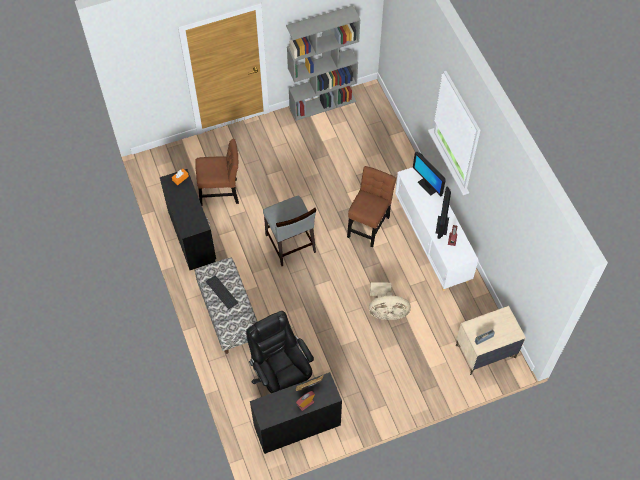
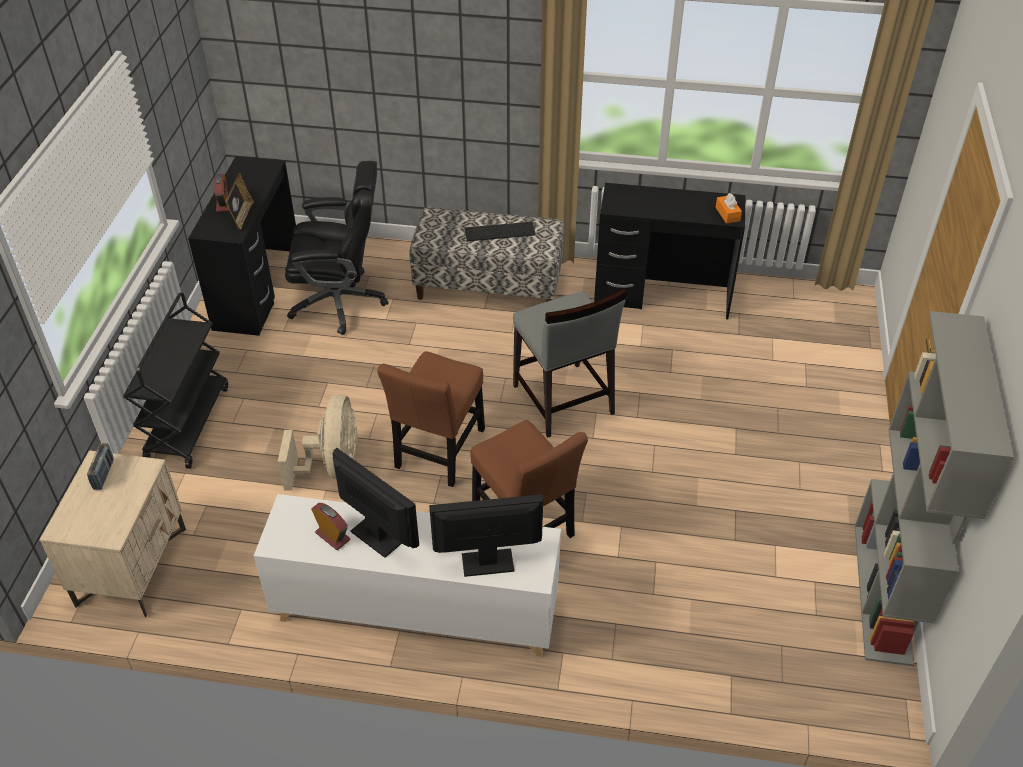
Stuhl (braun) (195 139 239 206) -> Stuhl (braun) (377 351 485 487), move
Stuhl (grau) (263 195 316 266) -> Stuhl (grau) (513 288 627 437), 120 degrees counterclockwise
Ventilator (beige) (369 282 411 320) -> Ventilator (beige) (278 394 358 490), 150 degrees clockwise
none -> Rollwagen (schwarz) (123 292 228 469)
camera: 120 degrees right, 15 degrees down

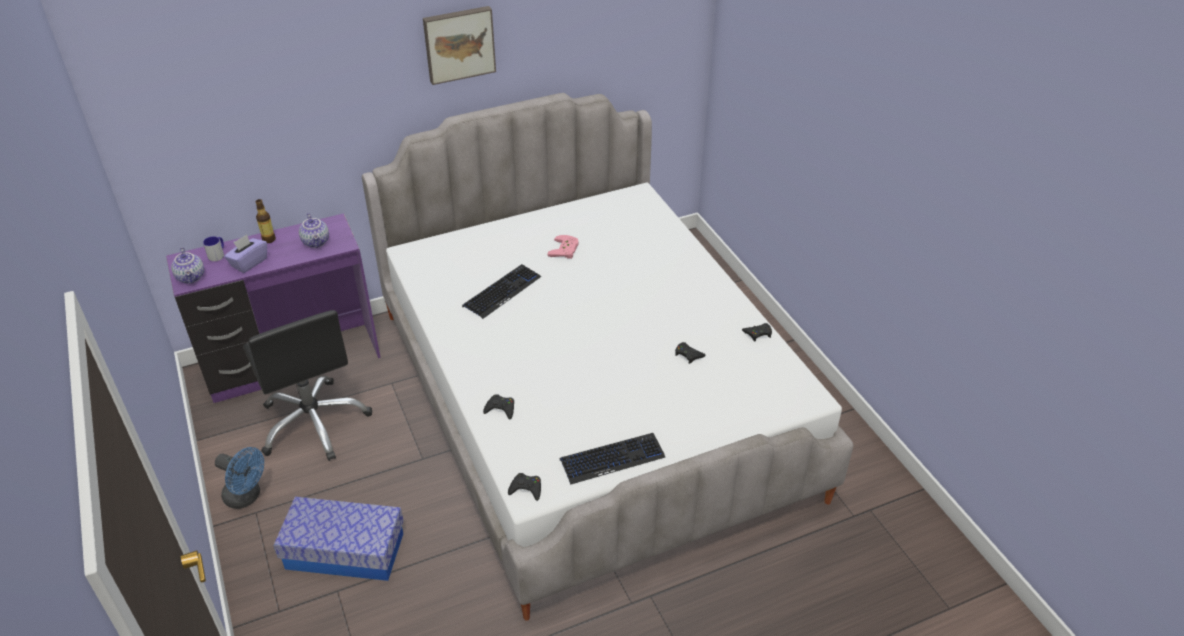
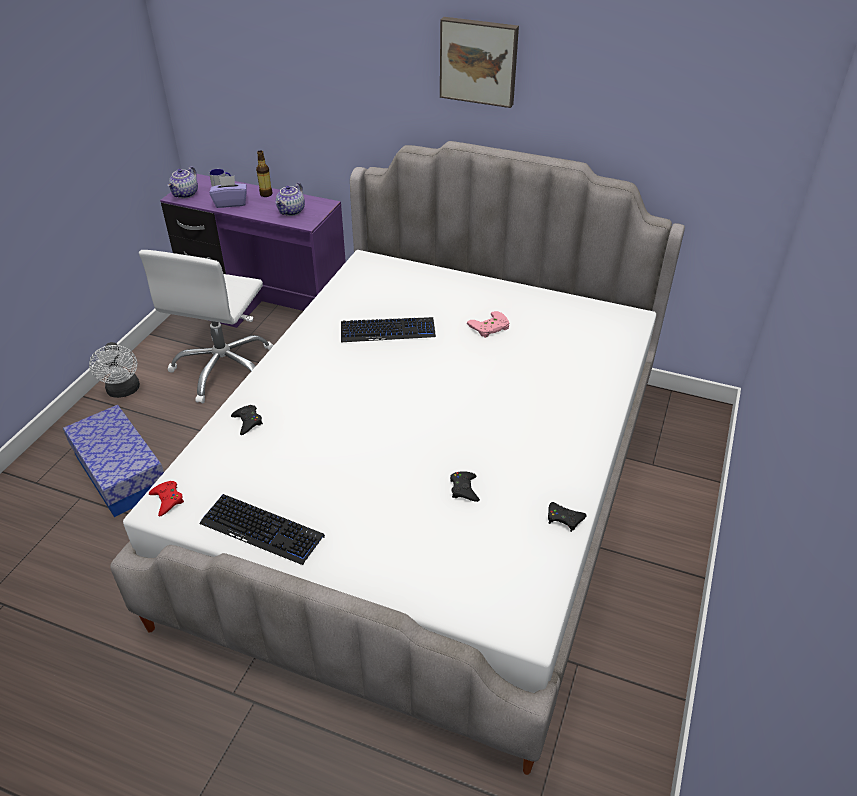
Bürostuhl (schwarz) (243 310 372 461) -> Bürostuhl (weiß) (139 250 274 403)
Ventilator (blau) (215 447 264 509) -> Ventilator (weiß) (89 342 140 398)
Gamepad (schwarz) (508 473 541 501) -> Gamepad (rot) (149 481 184 516)
camera: 45 degrees right, 0 degrees up

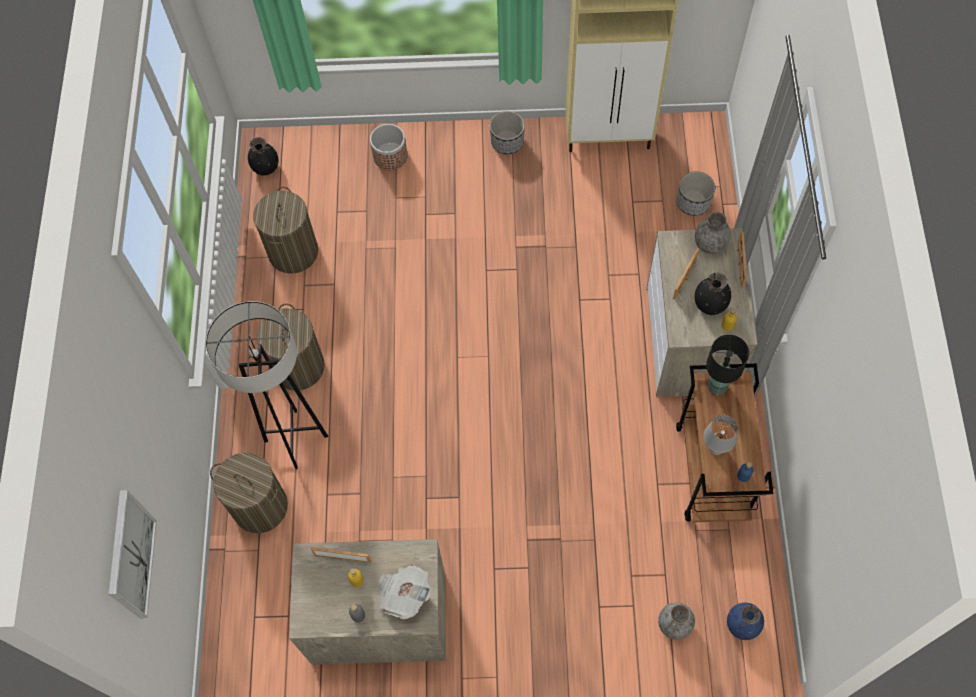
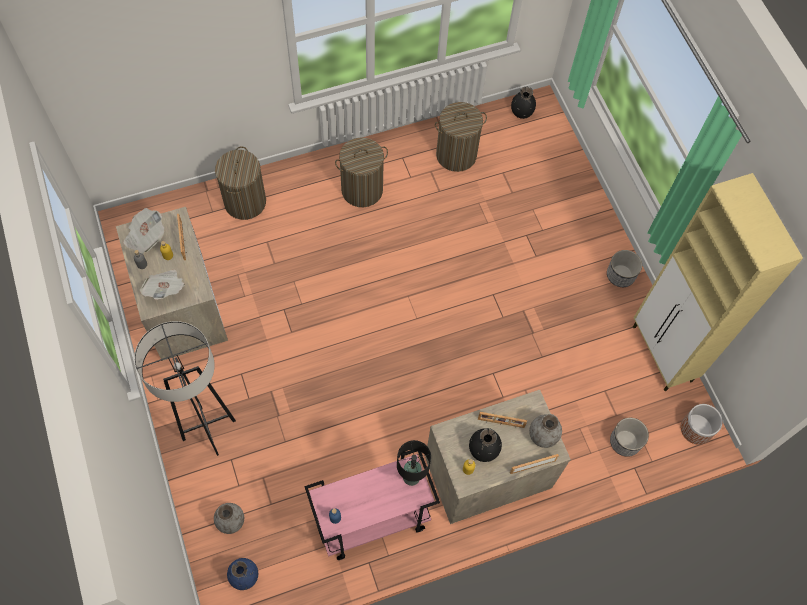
Pflanzkübel (370 124 408 170) -> Pflanzkübel (681 404 722 445), move
Stehlampe (grau) (206 301 328 469) -> Stehlampe (grau) (134 321 236 456), move
Rollwagen (braun) (676 364 773 522) -> Rollwagen (rosa) (304 450 440 560)
Tischlampe (grau) (703 415 738 455) -> none
Bild (108 490 157 618) -> none
none -> Zeitung (123 208 164 254)
camera: 65 degrees right, 0 degrees up

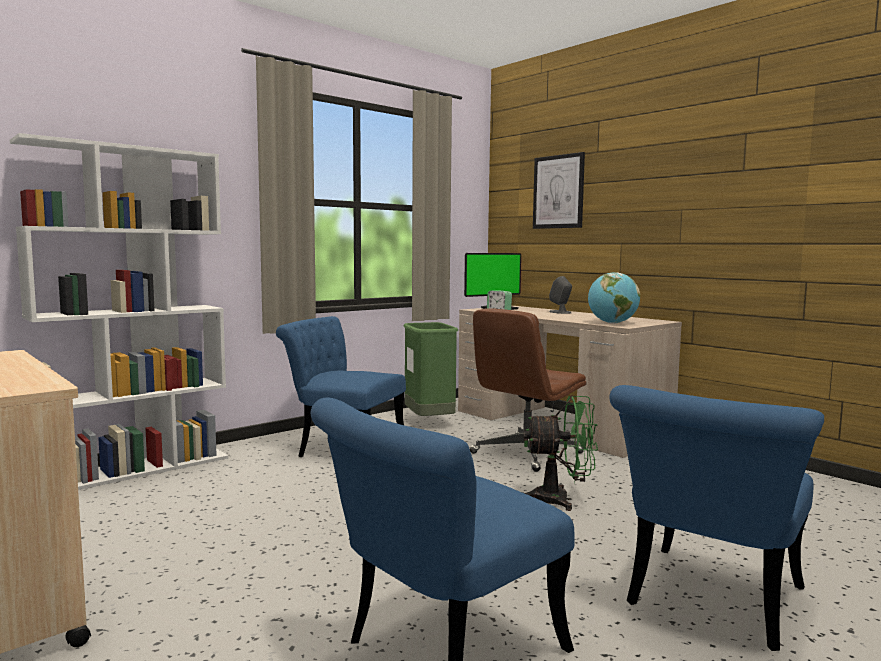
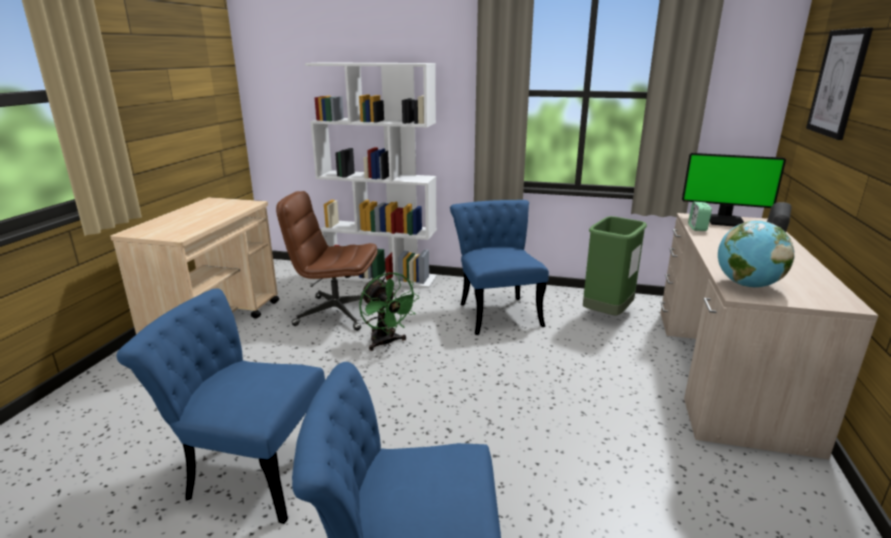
Bürostuhl (braun) (469 308 587 472) -> Bürostuhl (braun) (276 191 378 331), move
Ventilator (grün) (522 396 598 511) -> Ventilator (grün) (359 272 419 351), move
camera: 55 degrees right, 15 degrees up

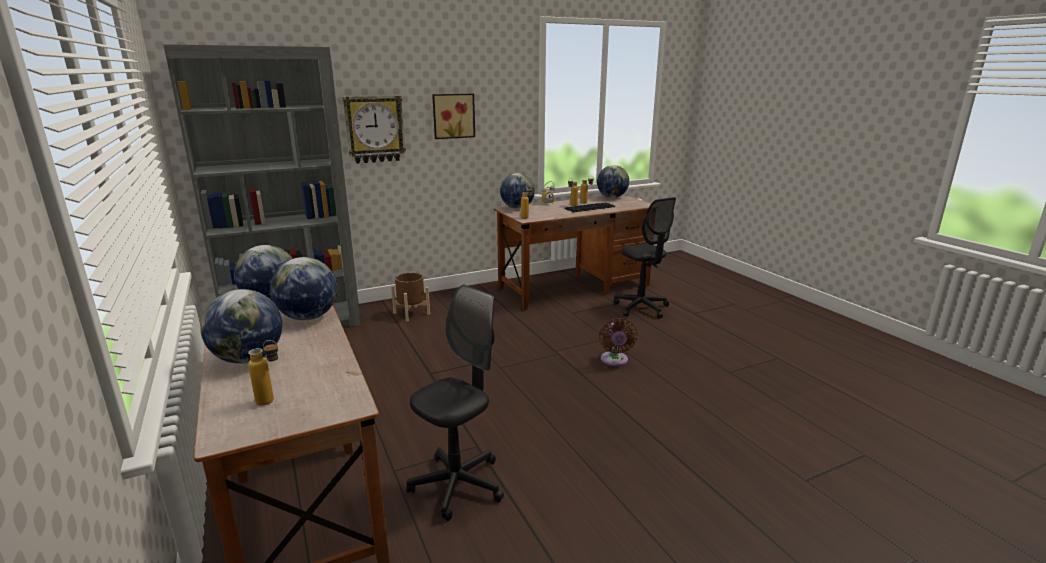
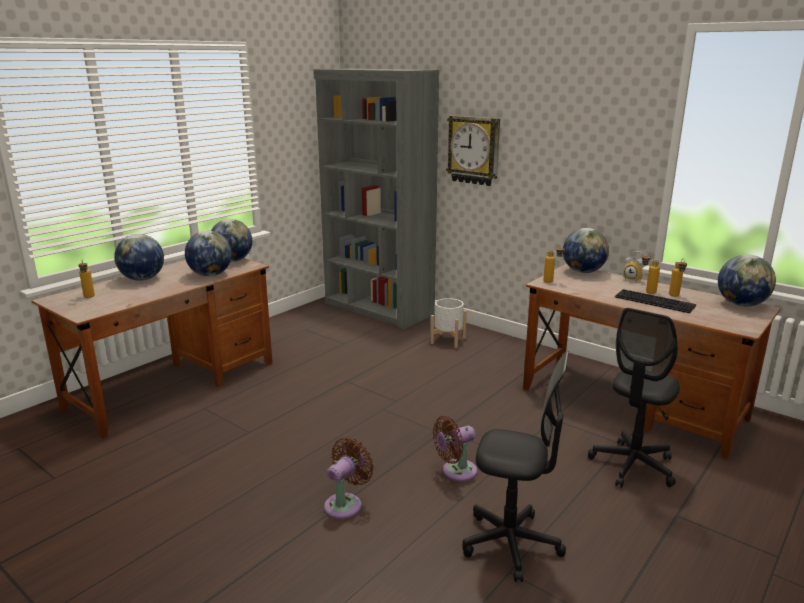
Bild (432 94 475 139) -> none
Pflanzkübel (braun) (391 273 430 322) -> Pflanzkübel (weiß) (430 298 467 348)
Bürostuhl (schwarz) (406 285 504 521) -> Bürostuhl (schwarz) (463 351 569 582), move
none -> Ventilator (braun) (324 437 374 519)
camera: 65 degrees right, 0 degrees up

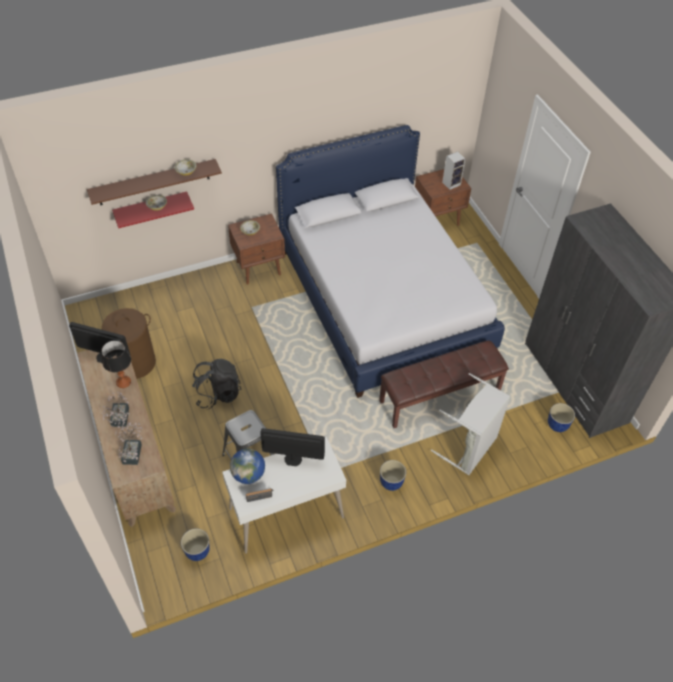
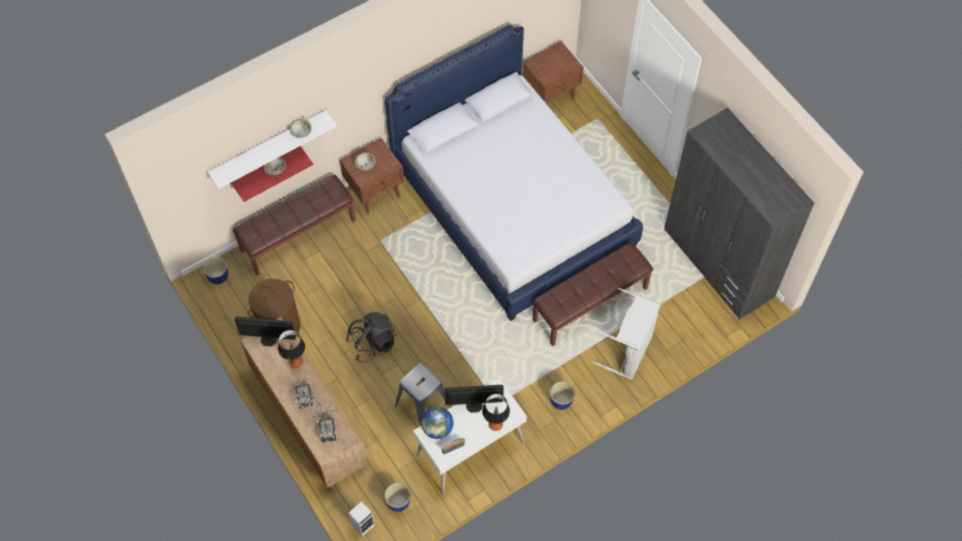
Lautsprecher (442 151 466 190) -> Lautsprecher (348 501 375 537), move
Wandregal (braun) (87 159 222 205) -> Wandregal (weiß) (207 110 337 189)
Pflanzkübel (548 403 575 432) -> Pflanzkübel (203 257 228 284), move
none -> Bank (braun) (233 175 356 276)
none -> Tischlampe (482 394 510 431)
camera: 10 degrees left, 10 degrees up

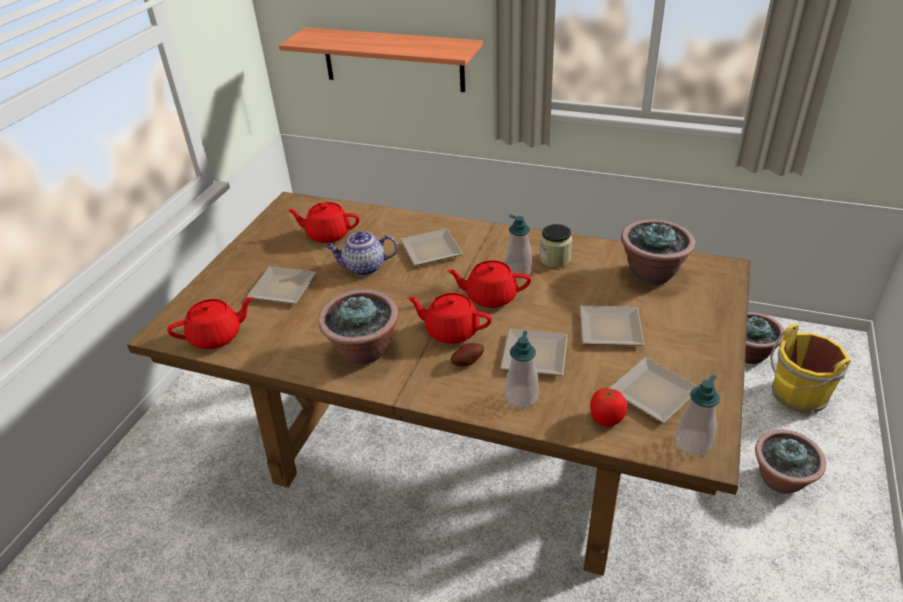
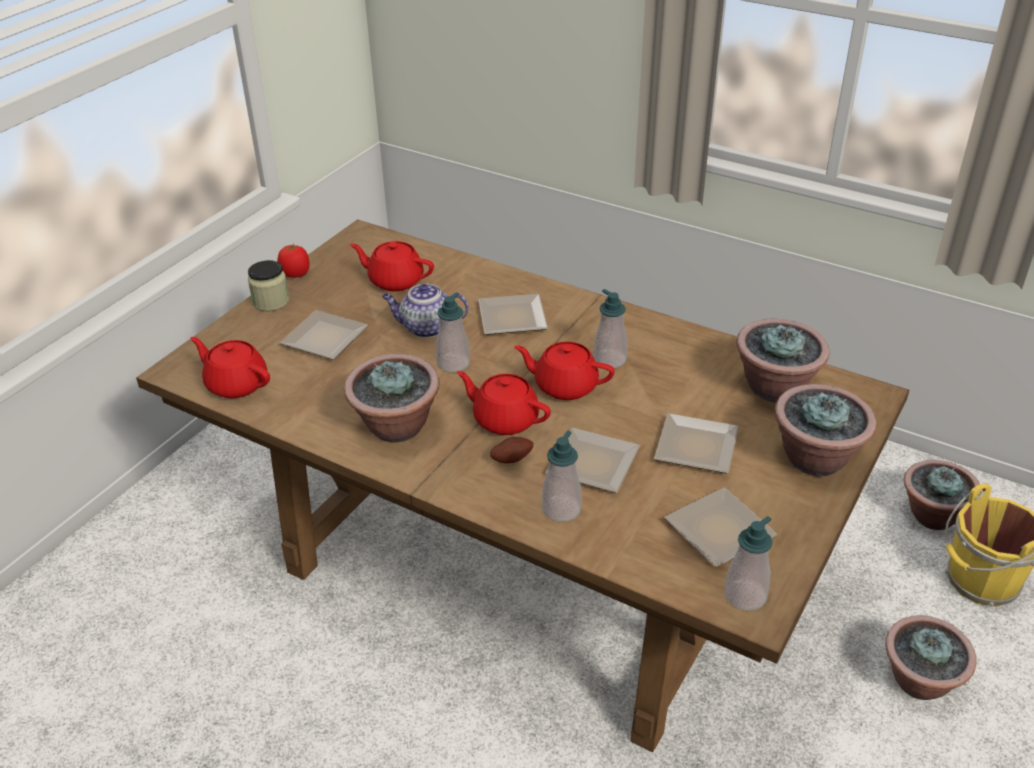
Wandregal (279 27 483 92) -> none
Vorratsglas (540 224 572 268) -> Vorratsglas (248 260 289 311), move
Teekanne (rot) (167 297 254 349) -> Teekanne (rot) (190 337 270 398), 135 degrees counterclockwise
Tomate (590 387 627 426) -> Tomate (277 244 309 278), move
none -> Seifenspender (436 292 470 373)
none -> Topfpflanze (775 384 876 477)
camera: 10 degrees right, 0 degrees up

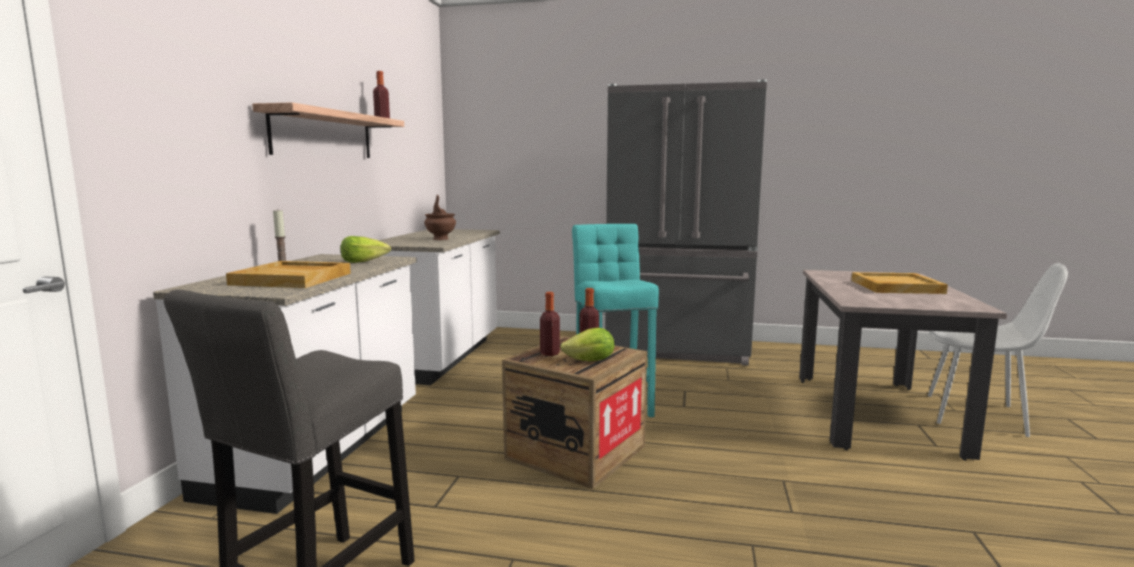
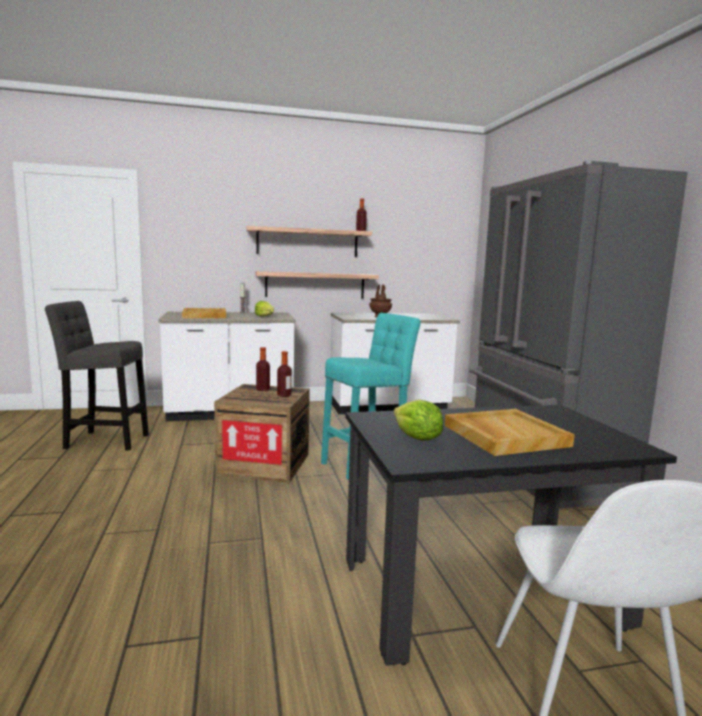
Esstisch (beige) (799 270 1007 461) -> Esstisch (schwarz) (345 405 677 666)
Salatkopf (560 328 614 361) -> Salatkopf (394 399 443 441), move
none -> Wandregal (256 271 379 299)
camera: 65 degrees right, 0 degrees up

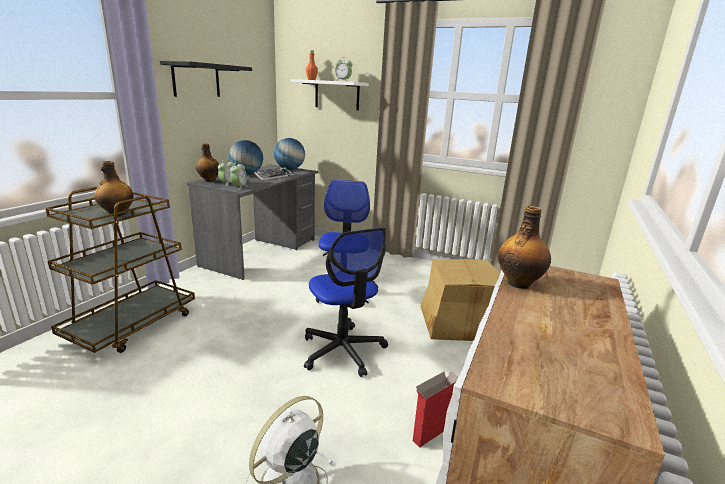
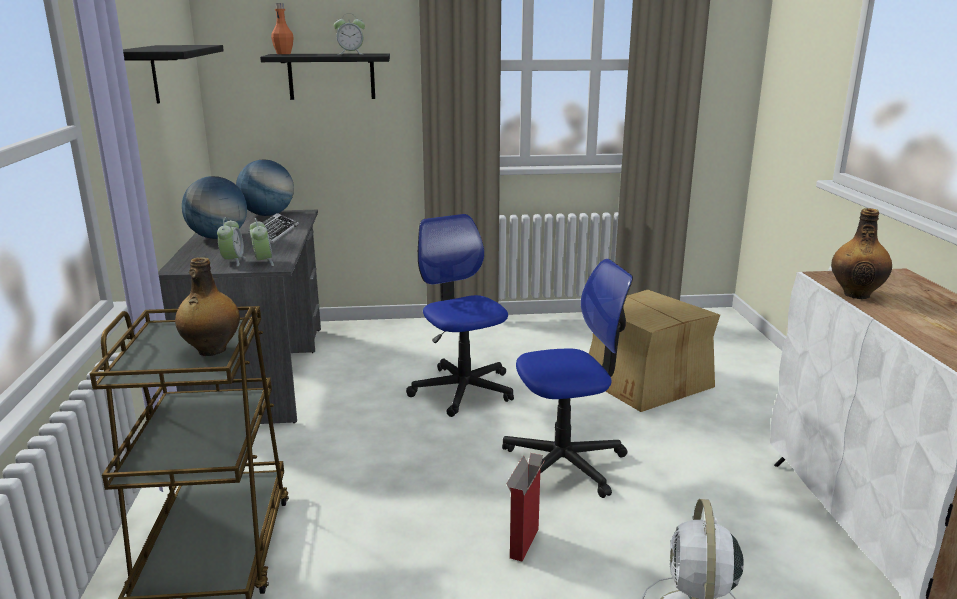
Wandregal (weiß) (291 79 369 110) -> Wandregal (schwarz) (260 53 390 100)
Flasche (196 144 219 182) -> none
Bürostuhl (304 227 388 377) -> Bürostuhl (502 259 633 498), 45 degrees counterclockwise
Karton (413 372 458 448) -> Karton (506 453 545 562), move
camera: 30 degrees left, 0 degrees up

